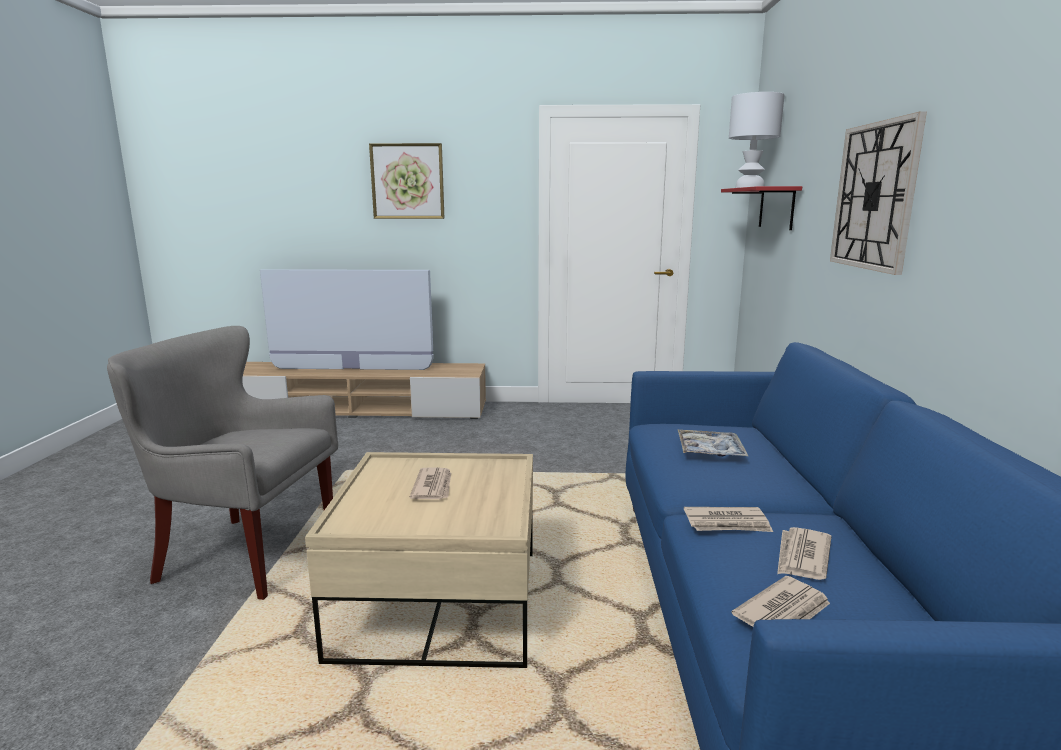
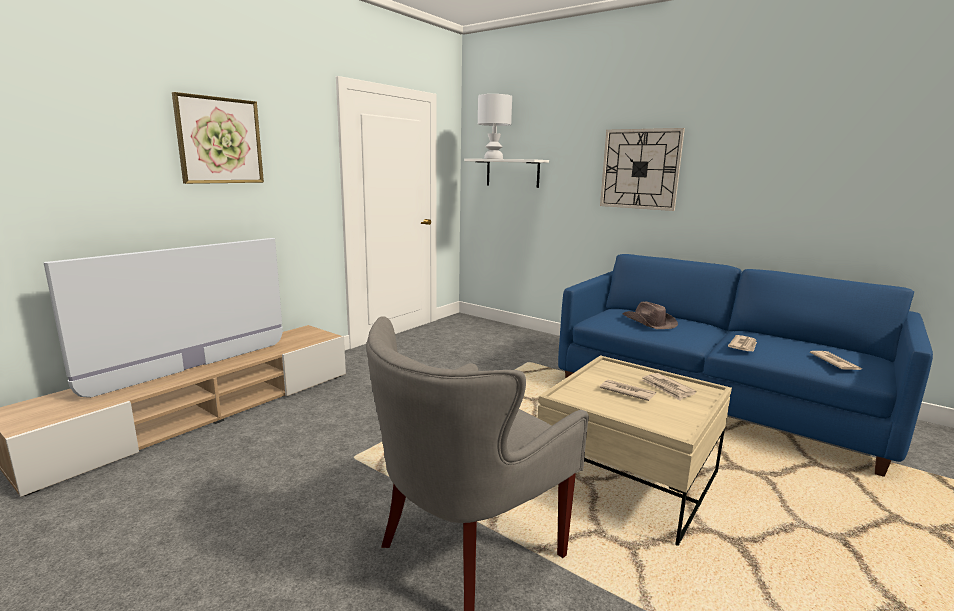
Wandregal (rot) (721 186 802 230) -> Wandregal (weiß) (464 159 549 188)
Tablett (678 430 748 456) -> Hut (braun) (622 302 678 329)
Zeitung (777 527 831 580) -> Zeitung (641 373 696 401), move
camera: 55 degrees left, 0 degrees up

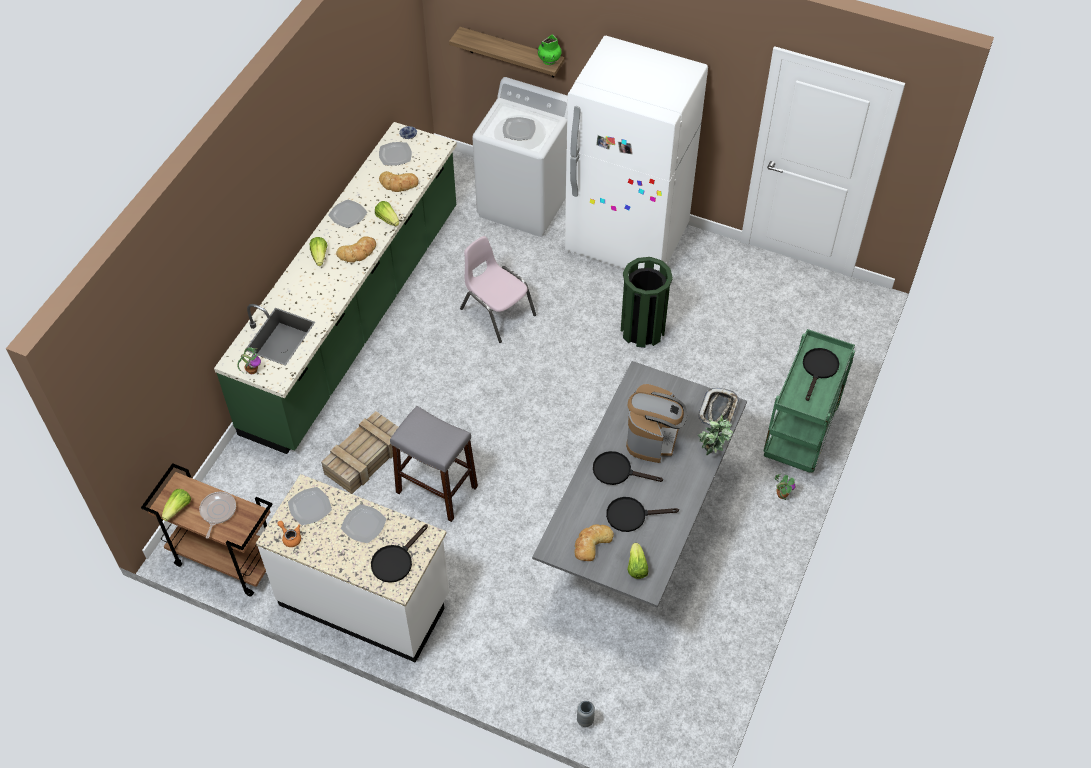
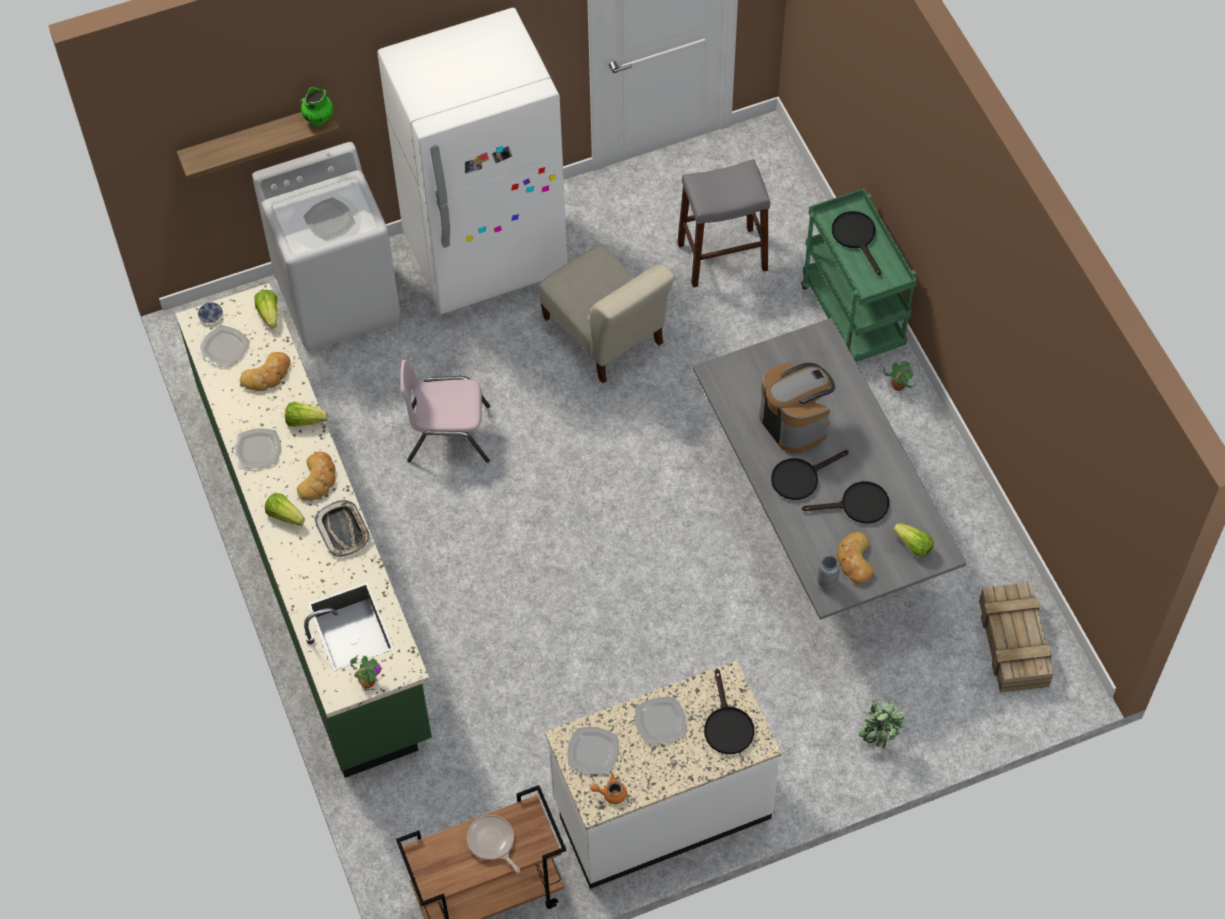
Mülleimer (grün) (621 257 673 348) -> Stuhl (beige) (538 244 675 383)
Tablett (698 388 739 426) -> Tablett (314 500 371 557), move
Hocker (grau) (390 406 478 522) -> Hocker (grau) (677 159 770 288), move
Kiste (321 411 398 494) -> Kiste (979 582 1054 692), move
Topfpflanze (698 415 733 455) -> Topfpflanze (858 699 907 749), move
Salatkopf (162 489 191 521) -> Salatkopf (254 290 278 328), move
Pfanne (schwarz) (606 497 679 532) -> Pfanne (schwarz) (802 481 889 524), 135 degrees counterclockwise
Vase (grau) (577 701 595 727) -> Vase (grau) (817 556 840 589), move
camera: 45 degrees left, 5 degrees up

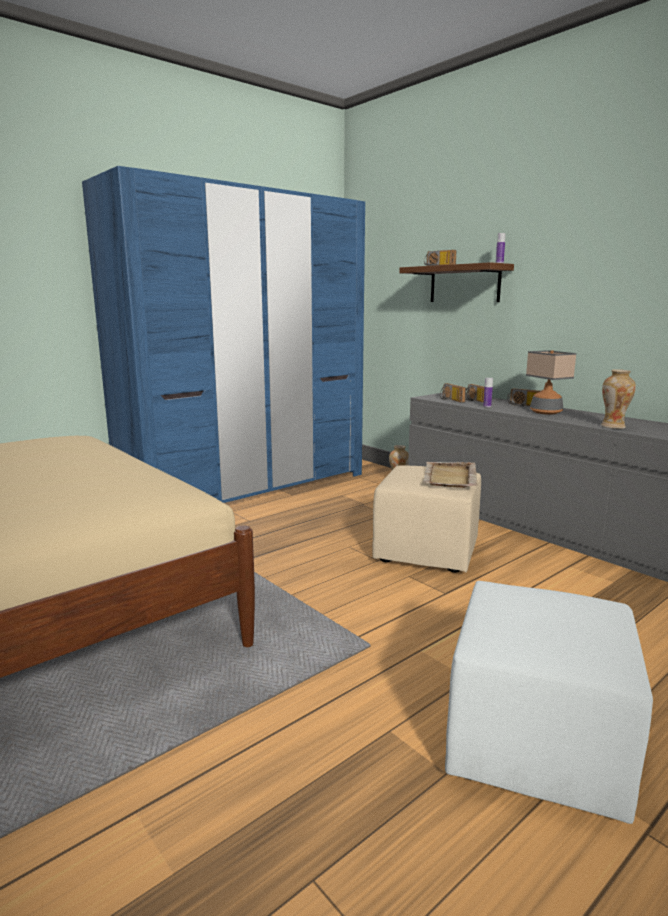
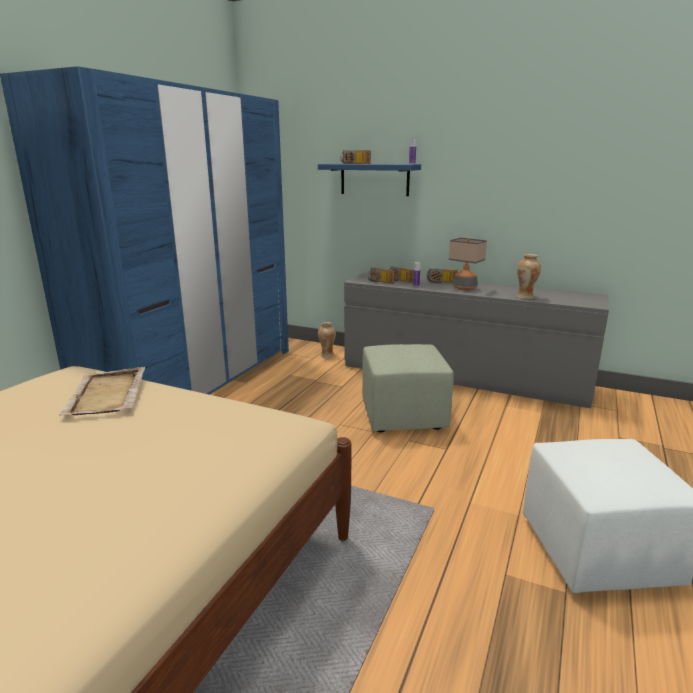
Wandregal (braun) (399 262 514 302) -> Wandregal (blau) (318 164 421 196)
Tablett (beige) (423 462 478 488) -> Tablett (beige) (59 367 145 416), move
Polsterhocker (beige) (372 465 481 573) -> Polsterhocker (grün) (362 344 454 433)
camera: 25 degrees left, 5 degrees up

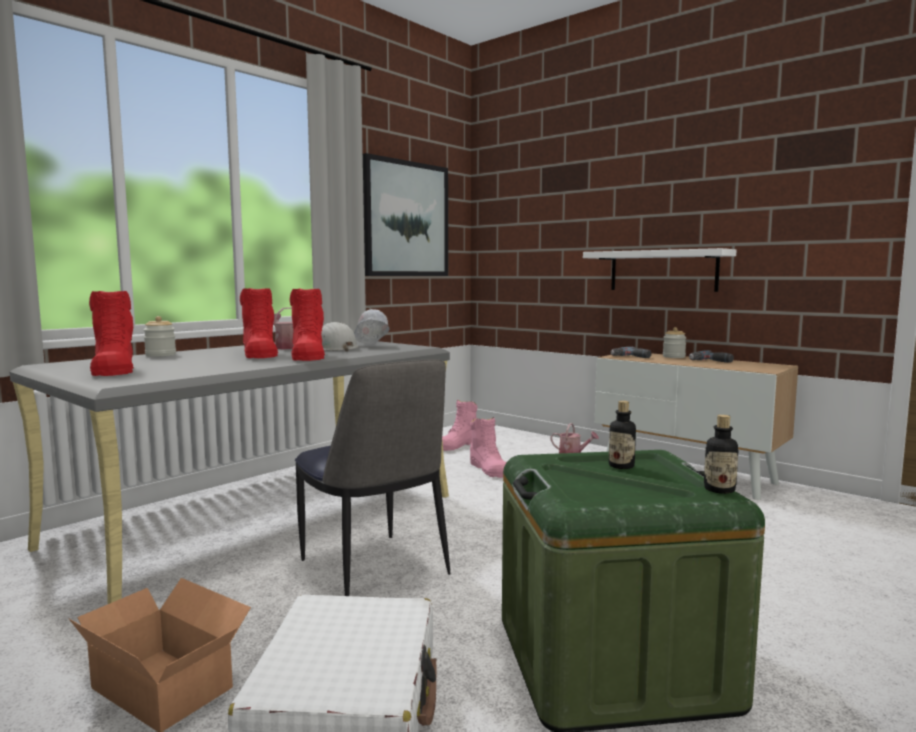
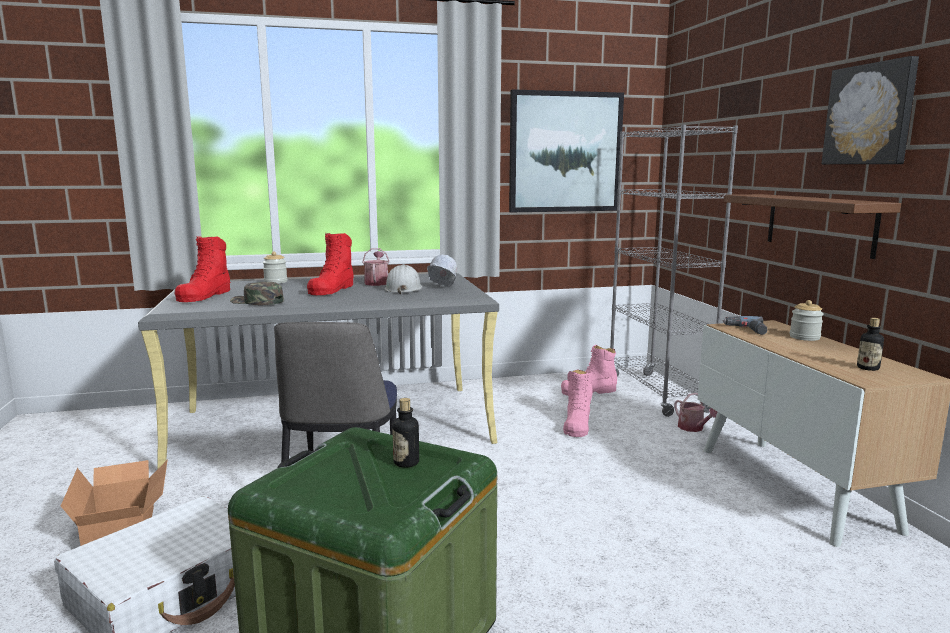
Wandregal (weiß) (583 248 737 292) -> Wandregal (braun) (724 194 901 259)
Stiefel (rot) (290 289 325 361) -> none
Bohrmaschine (689 350 734 363) -> none
Flasche (704 415 739 494) -> Flasche (857 318 884 371), move
none -> Bild (821 56 919 164)
none -> Bücherregal (grau) (610 125 738 417)
none -> Kappe (grün) (230 282 284 305)
camera: 35 degrees right, 5 degrees up

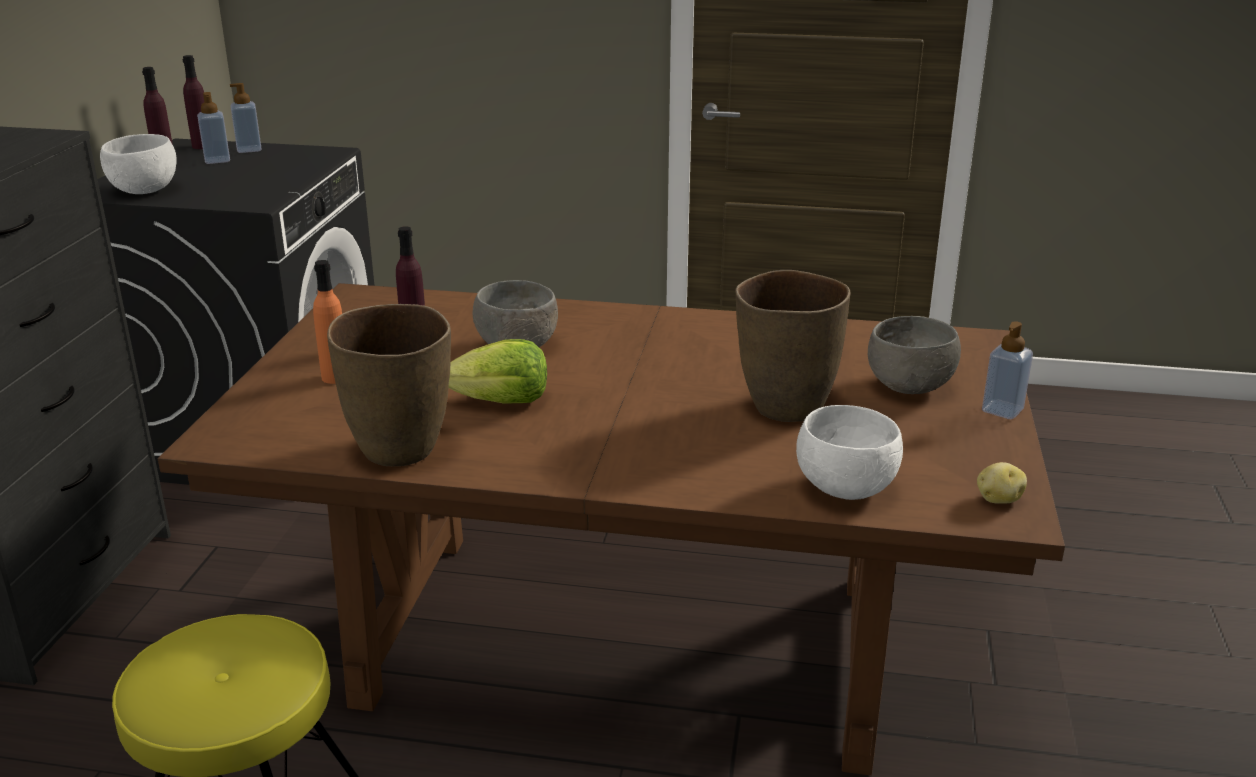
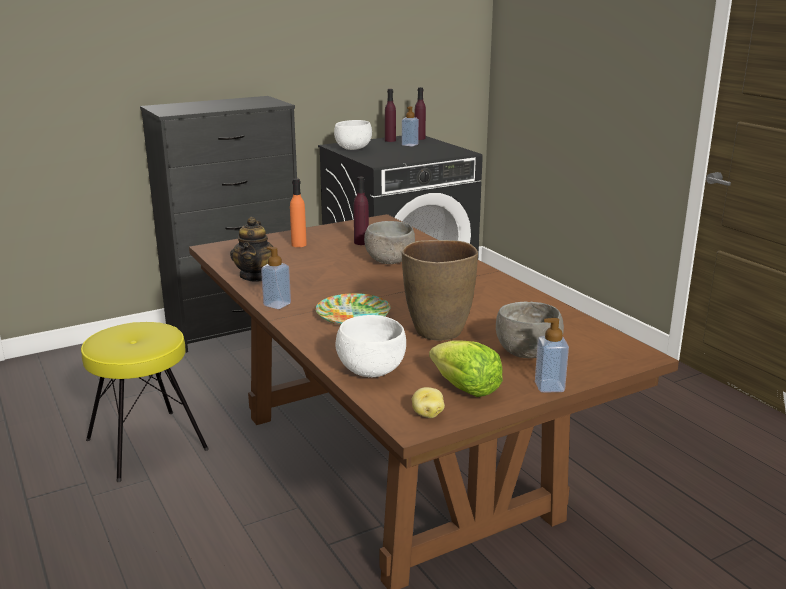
Seifenspender (230 83 262 153) -> Seifenspender (261 246 291 309), move
Vase (braun) (327 304 451 466) -> Teekanne (230 217 273 282)
Salatkopf (448 339 547 403) -> Salatkopf (429 341 503 397), move
none -> Teller (315 293 390 325)
camera: 50 degrees right, 5 degrees down

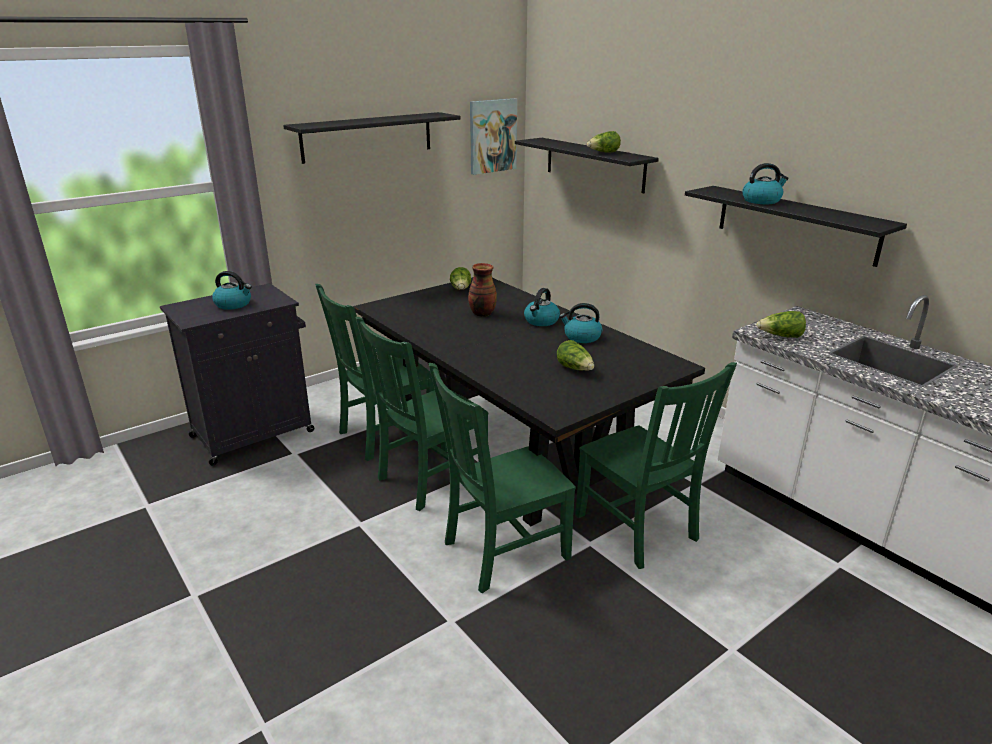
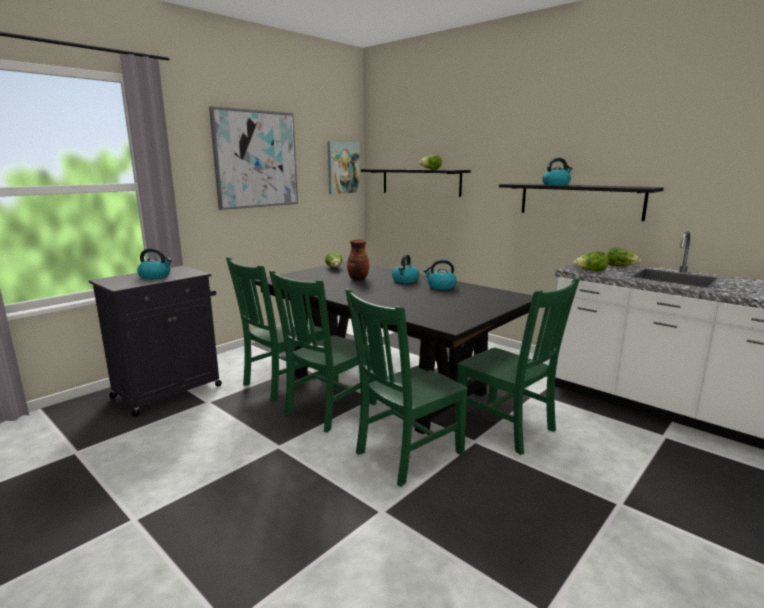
Wandregal (schwarz) (283 112 461 164) -> Bild (209 106 298 210)
Salatkopf (557 340 594 371) -> Salatkopf (607 247 642 266), move
camera: 10 degrees left, 10 degrees down

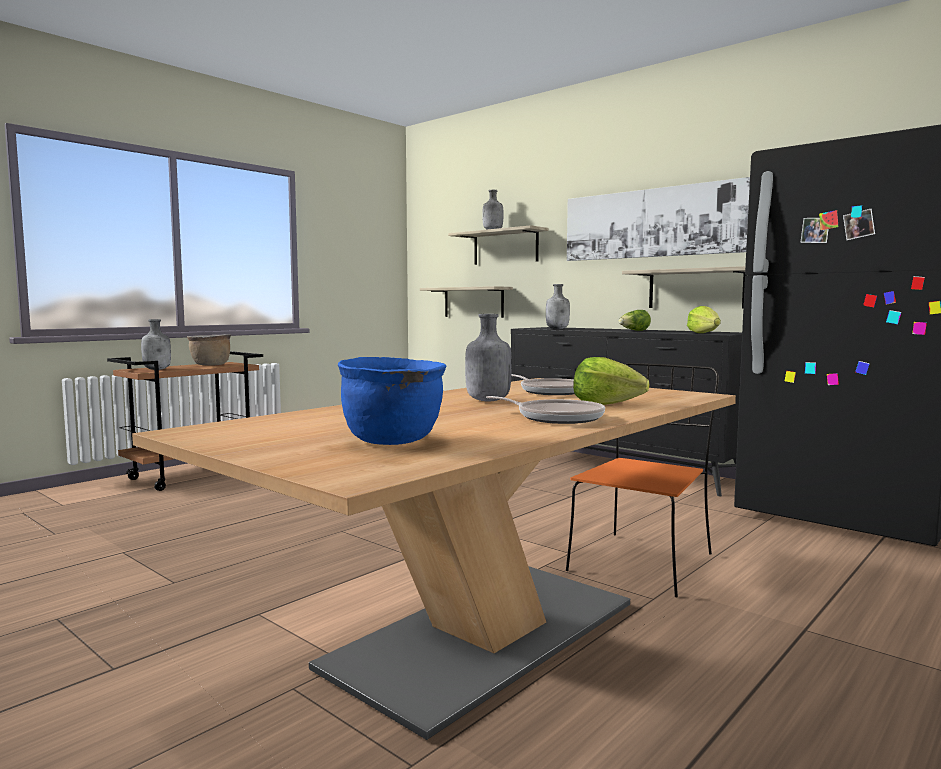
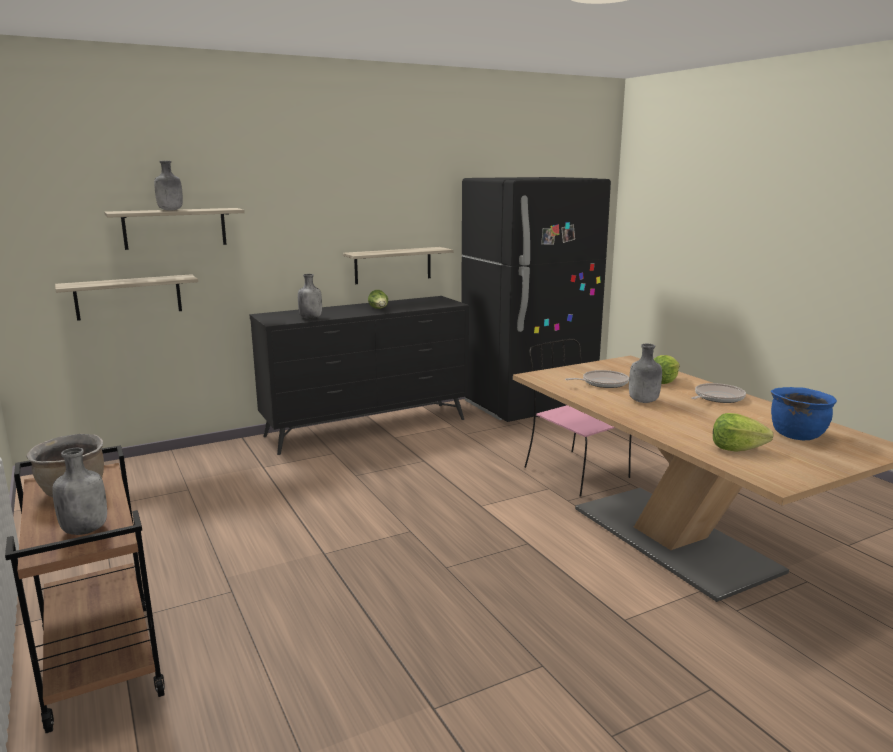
Bild (567 177 750 261) -> none
Salatkopf (687 306 721 333) -> Salatkopf (713 413 773 452), move
Stuhl (orange) (566 363 719 597) -> Stuhl (rosa) (525 339 632 497)
camera: 70 degrees left, 10 degrees up

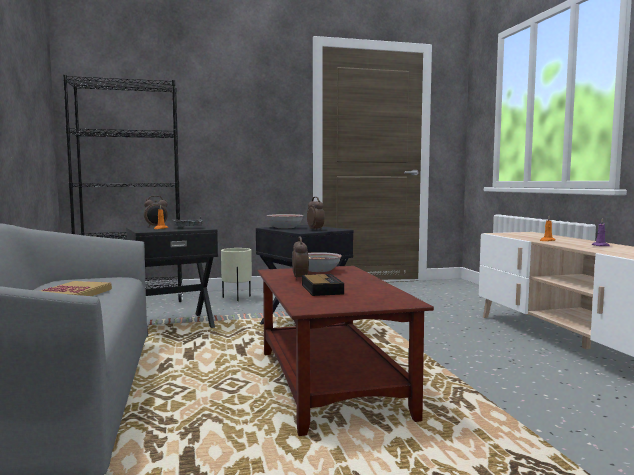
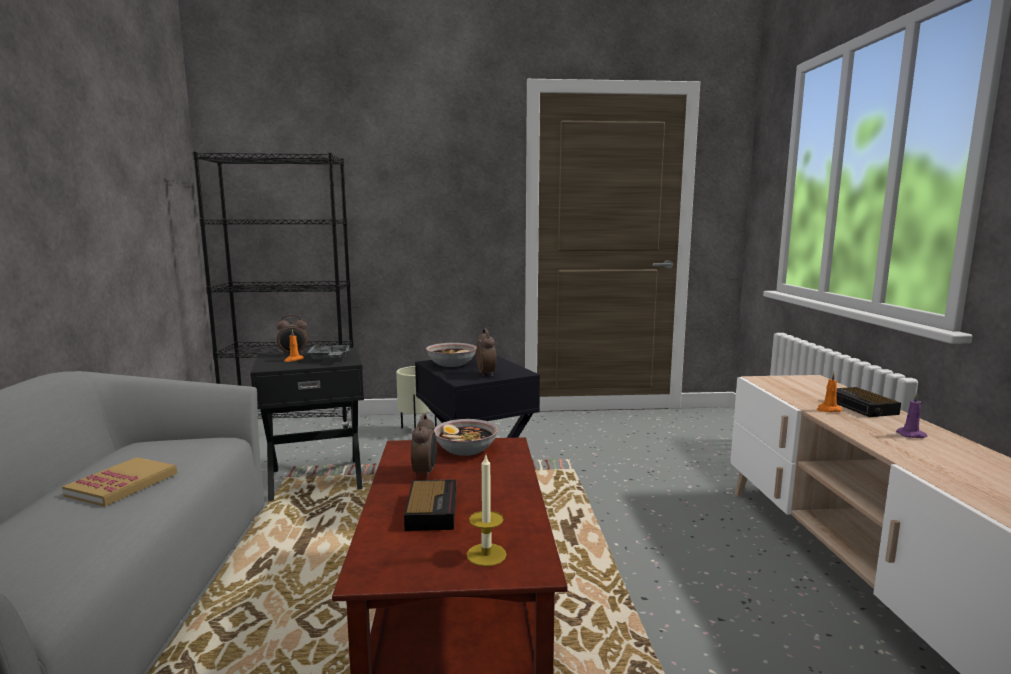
none -> Wecker (836 387 901 417)
none -> Kerze (467 455 507 567)
camera: 10 degrees right, 5 degrees up

